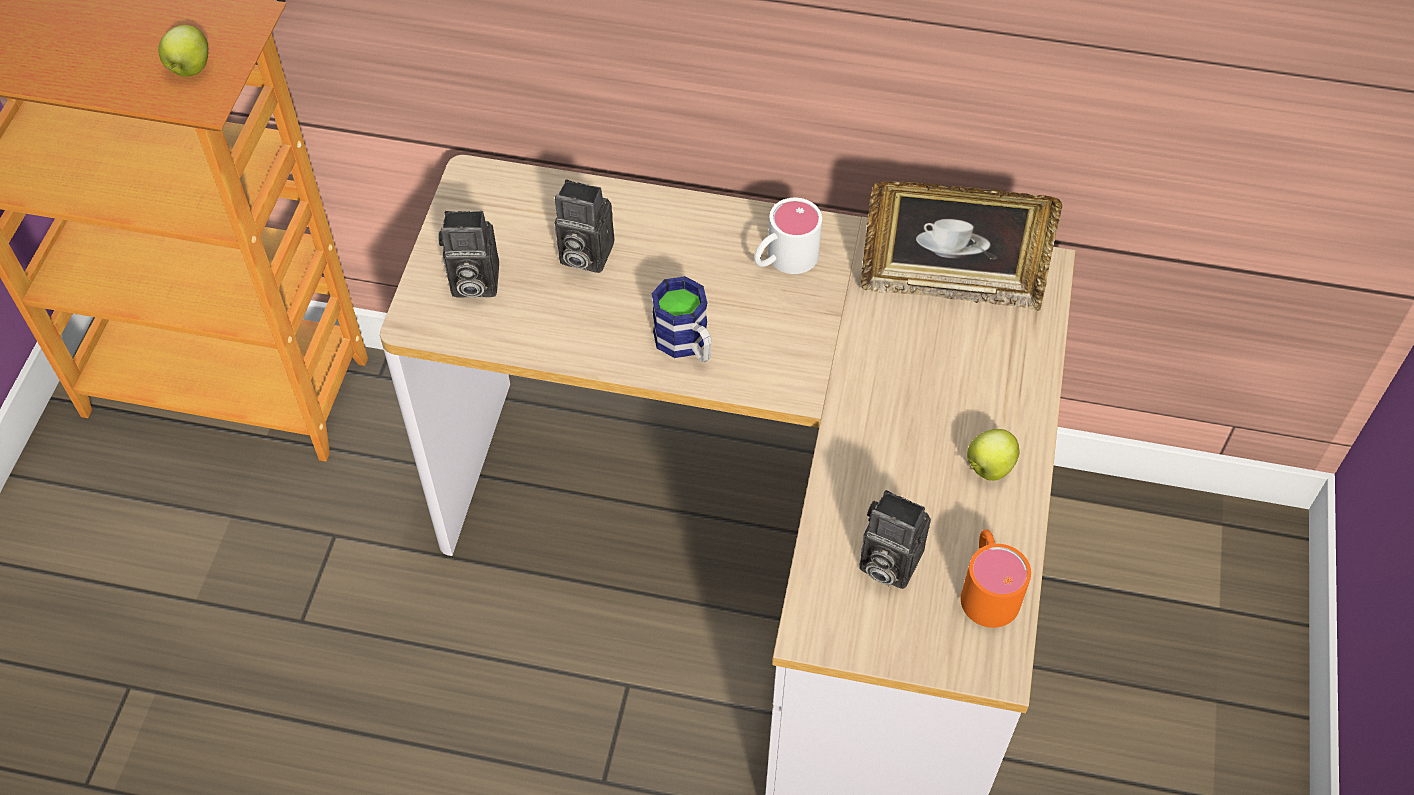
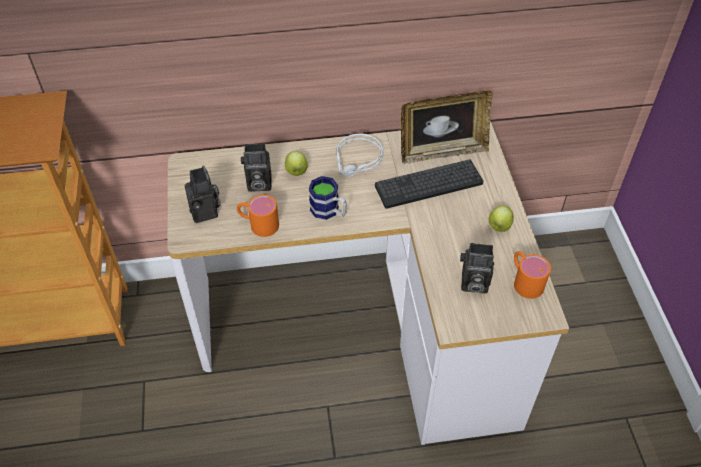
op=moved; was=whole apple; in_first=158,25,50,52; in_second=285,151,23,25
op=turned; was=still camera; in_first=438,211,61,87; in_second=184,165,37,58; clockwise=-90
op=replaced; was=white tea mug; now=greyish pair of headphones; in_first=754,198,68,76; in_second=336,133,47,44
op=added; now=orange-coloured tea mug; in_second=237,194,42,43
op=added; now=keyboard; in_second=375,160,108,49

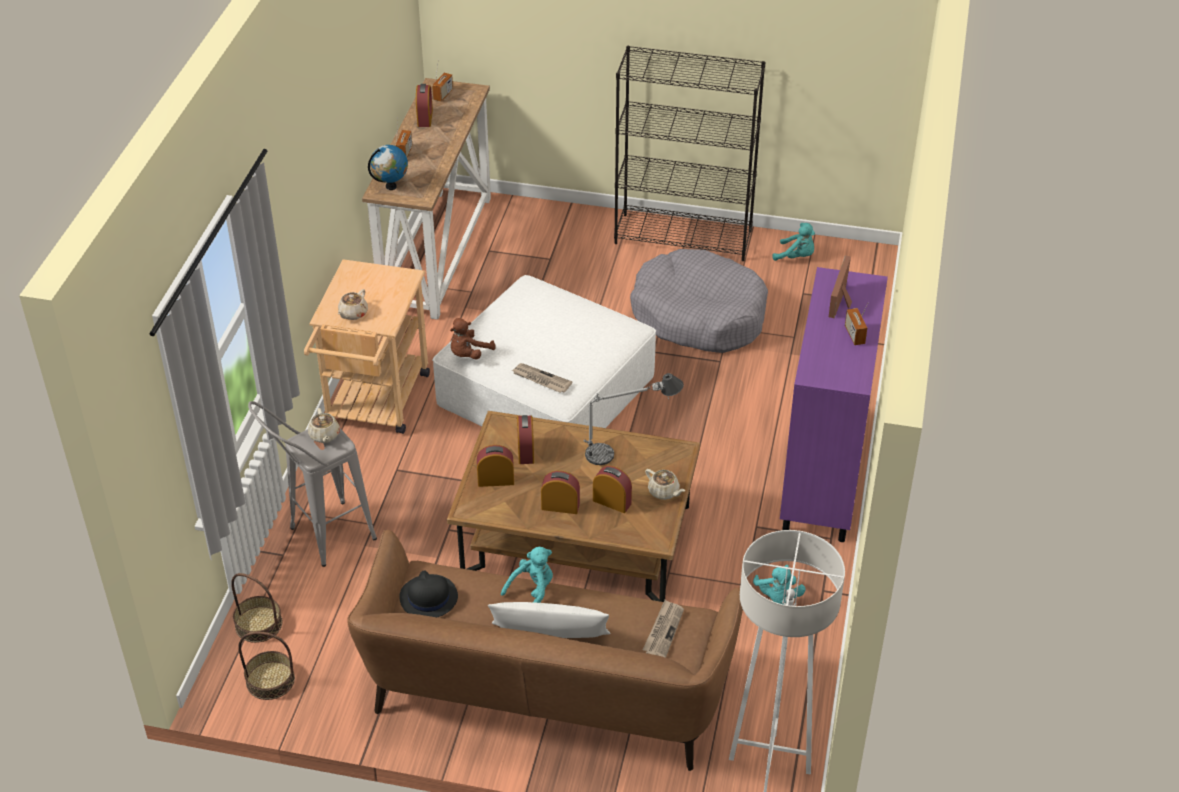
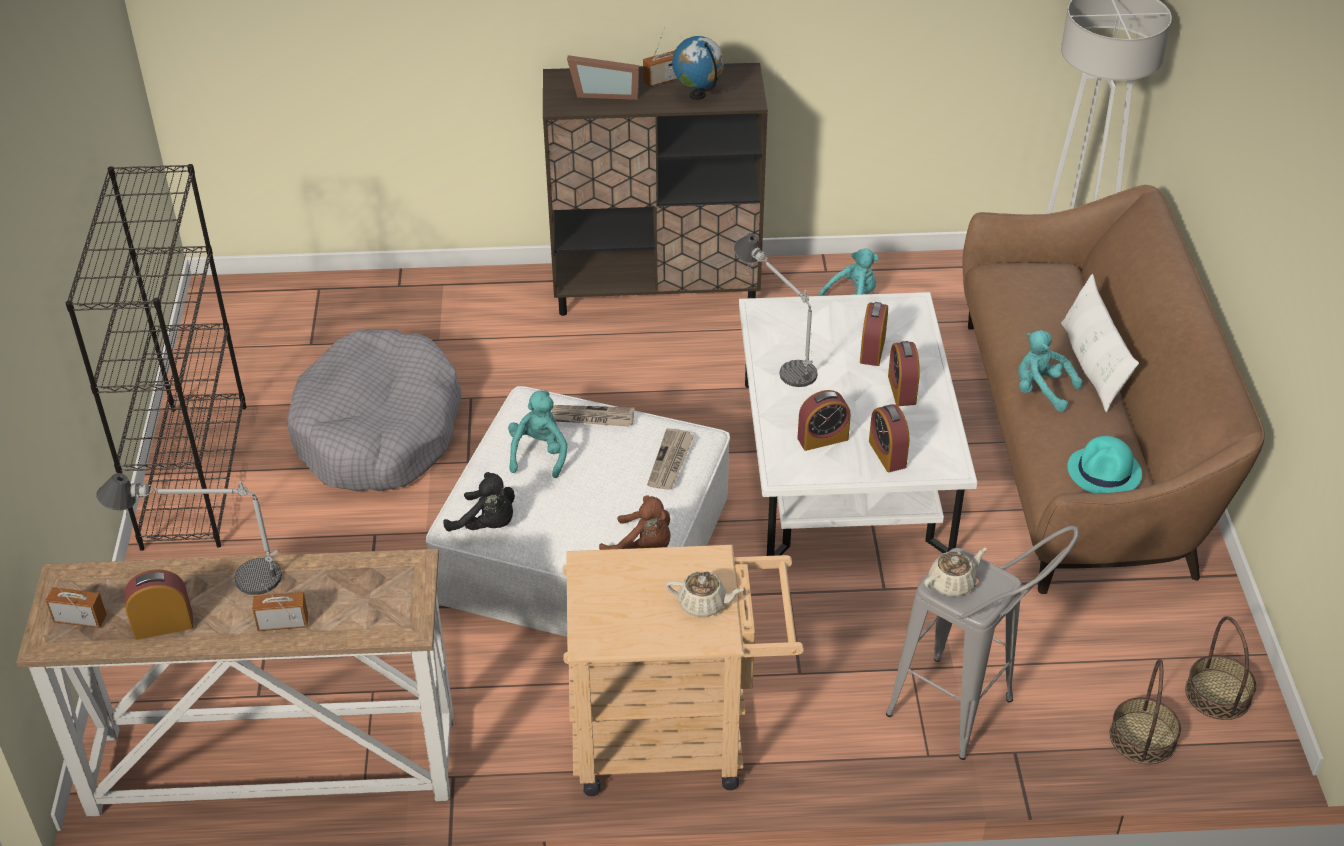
op=moved; was=world globe; in_first=368,145,40,45; in_second=672,36,52,64
op=recoloured; was=blackish hat; now=turquoise hat; in_first=399,571,59,46; in_second=1067,436,75,57
op=recoloured; was=brown-coloured coffee table; now=white coffee table; in_first=447,411,253,191; in_second=739,292,238,264
op=moved; was=printed paper; in_first=643,600,41,58; in_second=552,405,82,22
op=removed; was=beige tea pot; in_first=645,469,40,31
op=moved; was=turquoise plush toy; in_first=772,223,43,38; in_second=508,390,59,88
op=recoloured; was=purple storage cabinet; now=brown-coloured storage cabinet; in_first=780,267,108,275; in_second=543,63,225,253
op=added; now=lamp for a table; in_second=96,473,186,122
op=added; now=blackish plush toy; in_second=443,472,72,59

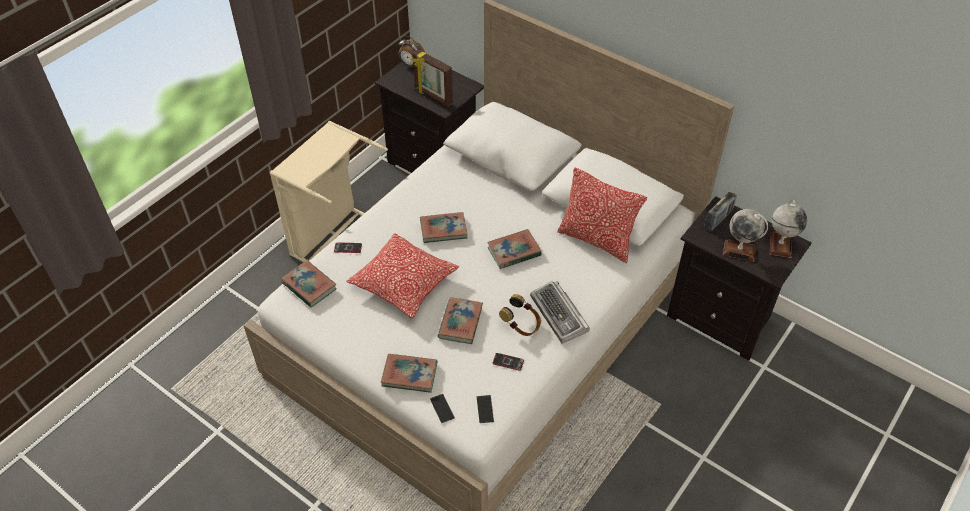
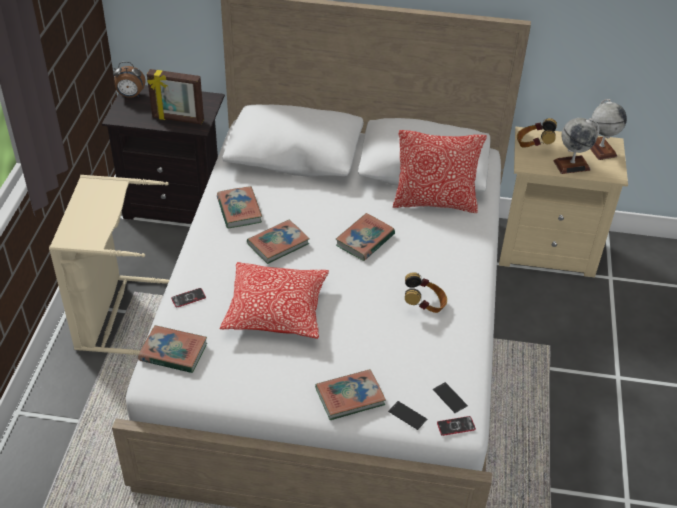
op=moved; was=bound book; in_first=438,297,45,47; in_second=217,186,45,42
op=moved; was=telephone; in_first=492,353,32,18; in_second=437,416,39,20
op=removed; was=keyboard; in_first=530,281,60,63
op=recoloured; was=blackish night table; now=beige night table; in_first=667,196,145,165; in_second=499,127,129,150
op=replaced; was=radio receiver; now=pair of headphones; in_first=704,192,33,39; in_second=517,118,40,29

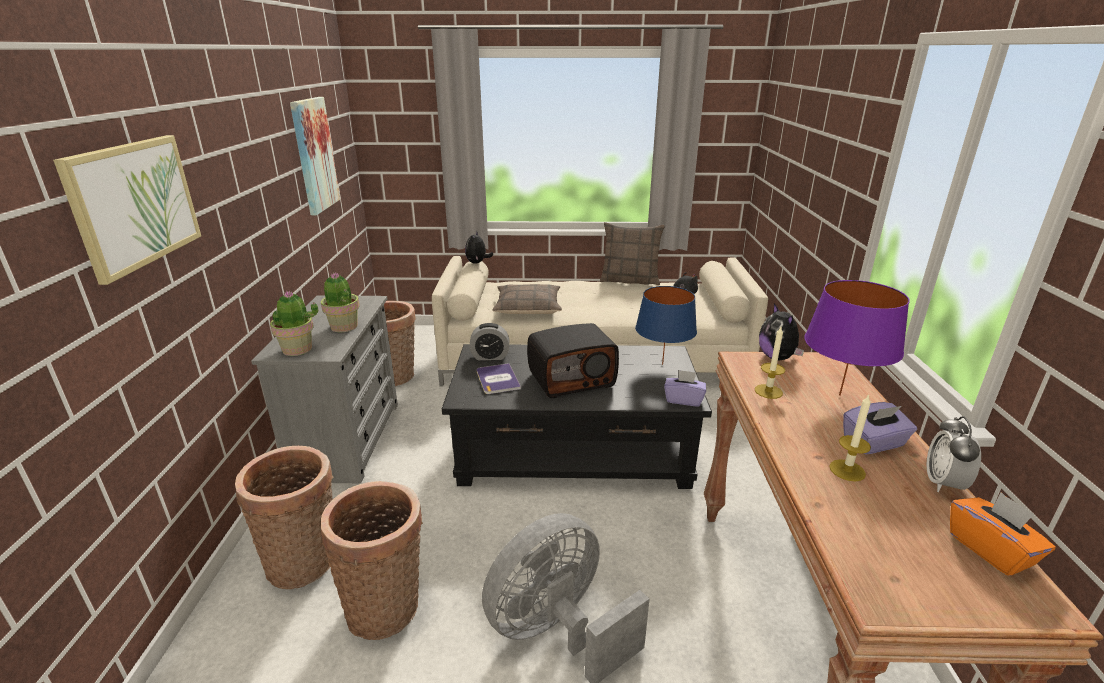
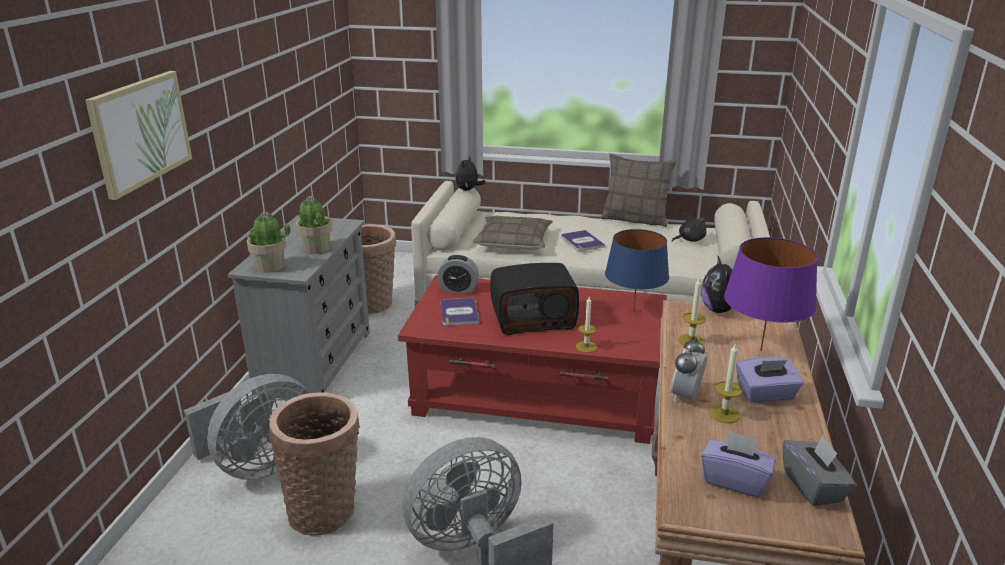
op=replaced; was=basket; now=greyish cooling fan; in_first=235,446,98,143; in_second=184,374,125,106
op=removed; was=wall art; in_first=290,97,50,118
op=recoloured; was=blackish coffee table; now=red coffee table; in_first=442,344,270,145; in_second=398,275,269,169
op=moved; was=purple box of tissues; in_first=664,370,42,37; in_second=701,431,74,67
op=moved; was=alarm clock; in_first=927,416,54,76; in_second=671,337,36,64
op=recoloured; was=orange-coloured box of tissues; now=greyish box of tissues; in_first=950,492,106,84; in_second=783,435,73,71
op=added; now=bound book; in_second=561,230,44,21
op=added; now=wax candle; in_second=576,297,21,56

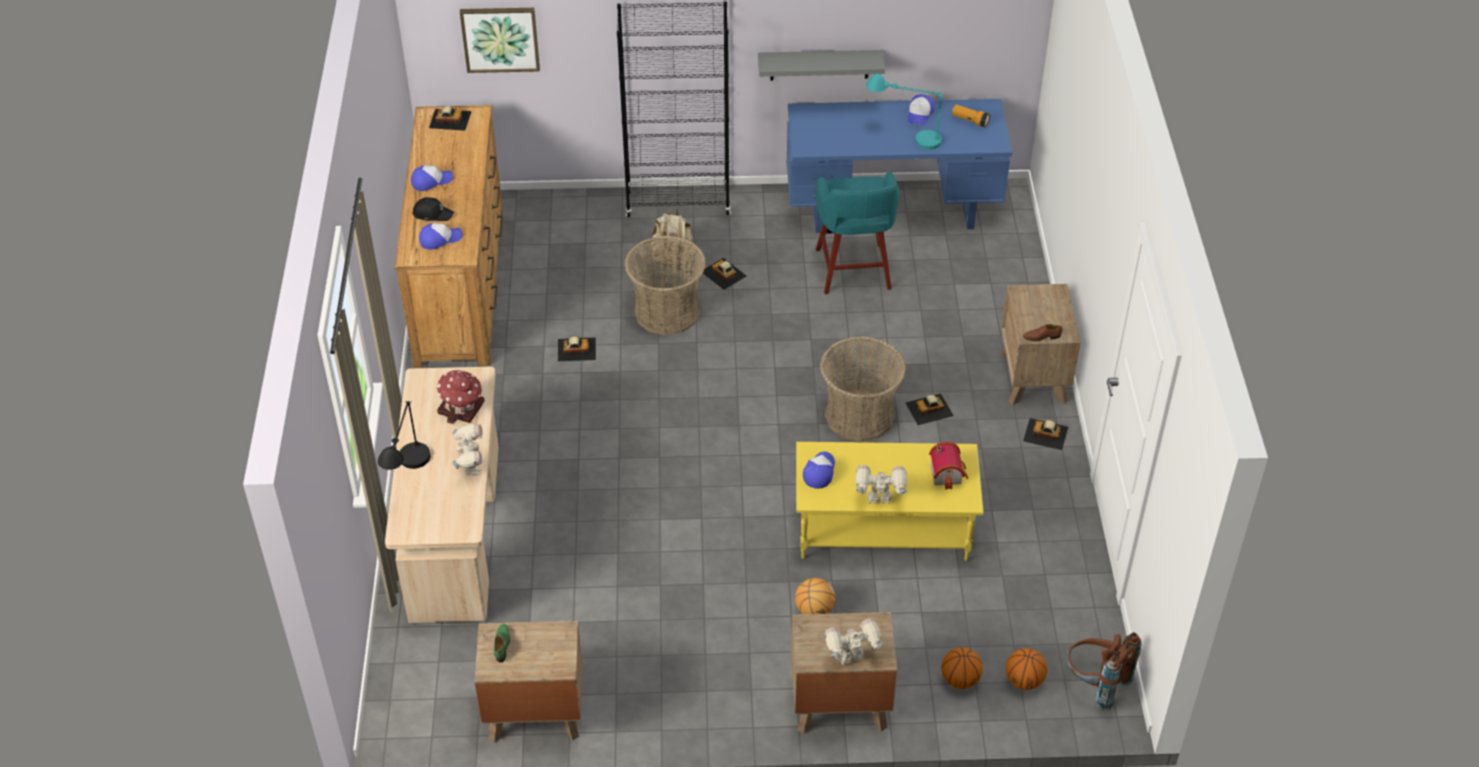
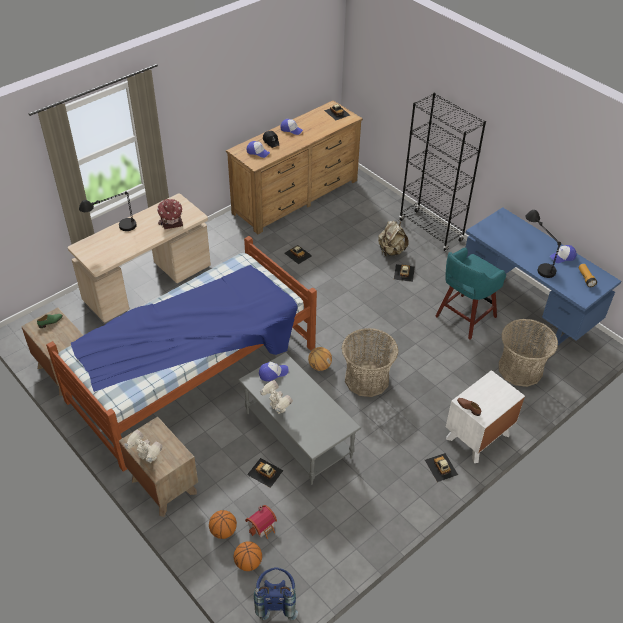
op=removed; was=robot figure; in_first=452,424,31,52
op=removed; was=wall art; in_first=460,8,80,65
op=moved; was=basket; in_first=625,236,81,99; in_second=499,319,59,68
op=removed; was=greyish shelf; in_first=758,50,127,31
op=moved; was=basketball; in_first=795,578,41,36; in_second=308,347,24,24
op=recoloured; was=yellow-coloured coffee table; now=greyish coffee table; in_first=796,442,188,119; in_second=238,352,123,133
op=recoloured; was=turquoise lamp for a table; now=blackish lamp for a table; in_first=866,74,77,76; in_second=525,210,36,68
op=moved; was=miniature car; in_first=906,394,48,31; in_second=247,458,37,30
op=moved; was=toy house; in_first=929,442,39,48; in_second=245,505,32,34
op=recoloured; was=brown-coloured night table; now=white night table; in_first=1000,284,81,121; in_second=446,370,79,93
op=recoloured; was=brown-coloured knapsack; now=bluish knapsack; in_first=1067,632,75,79; in_second=254,567,44,53
op=added; now=sleeping bed; in_second=46,236,271,236

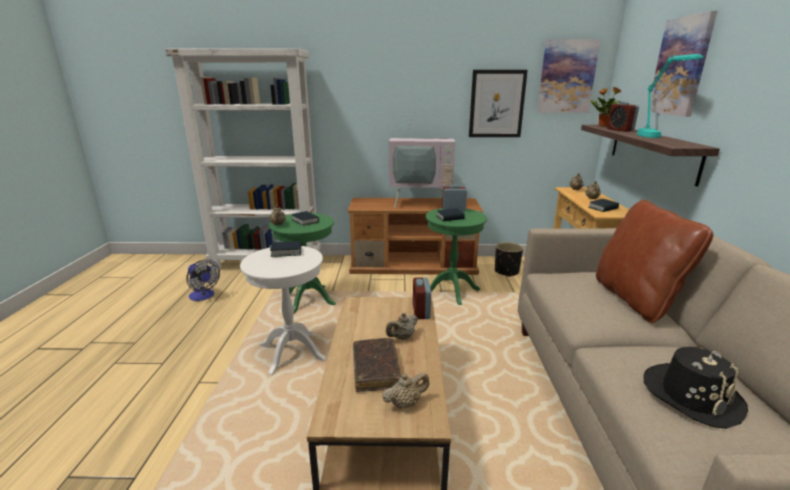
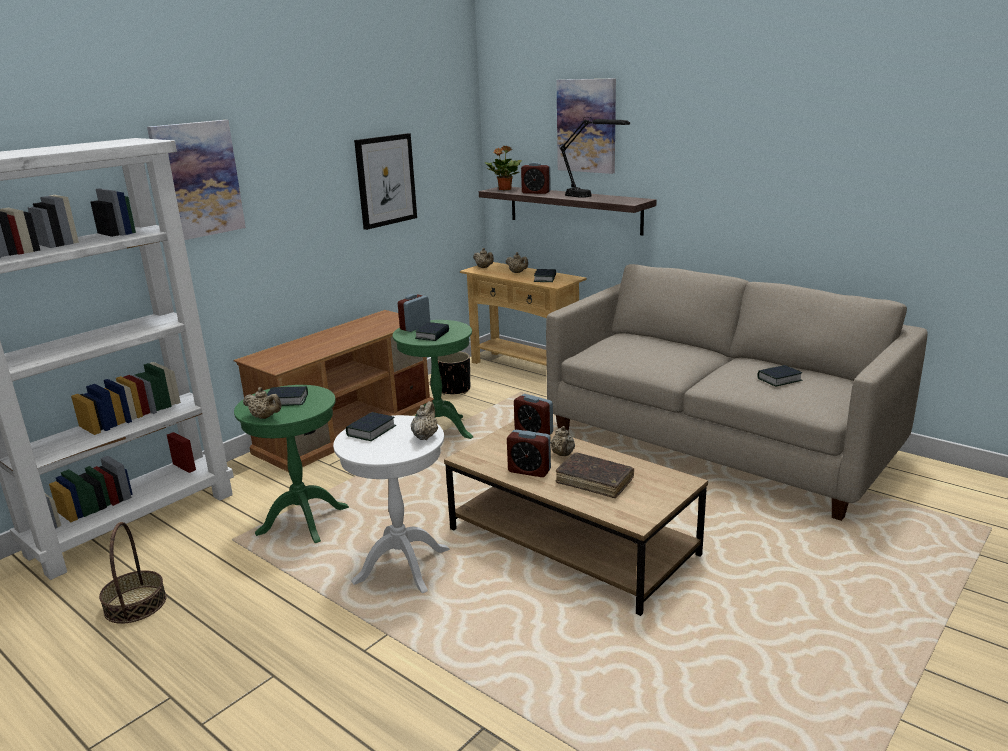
op=replaced; was=cooling fan; now=basket; in_first=186,259,34,42; in_second=99,522,67,102
op=moved; was=beige tea pot; in_first=382,373,48,36; in_second=411,401,27,39
op=removed; was=TV; in_first=389,112,66,96
op=moved; was=wall art; in_first=537,39,64,74; in_second=147,120,99,120
op=removed; was=brown-coloured throw pillow; in_first=596,200,118,123
op=recoloured; was=turquoise lamp for a table; now=blackish lamp for a table; in_first=636,54,67,84; in_second=560,117,70,81
op=replaced; was=blackish hat; now=bound book; in_first=643,347,105,82; in_second=758,365,45,22
op=added; now=alarm clock; in_second=507,430,44,47

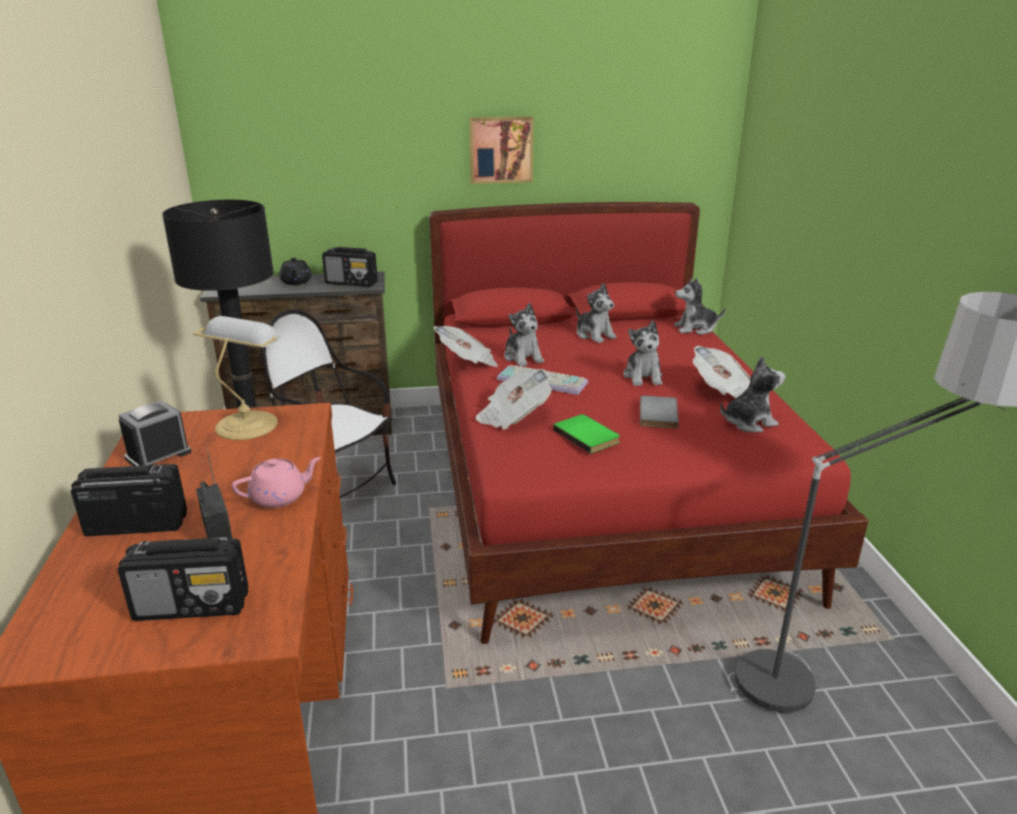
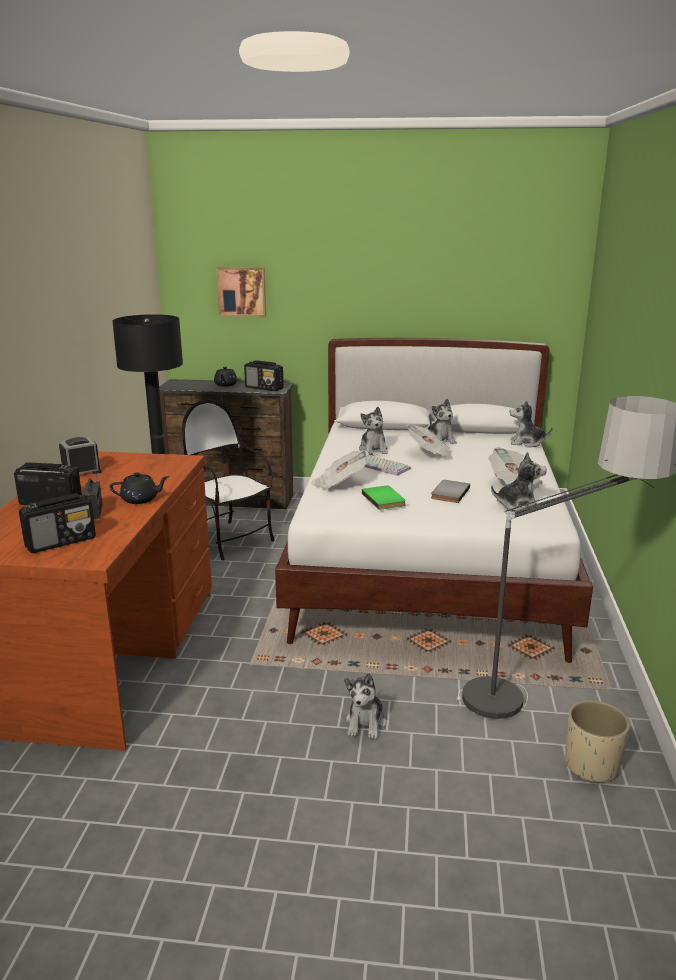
op=turned; was=radio receiver; in_first=118,537,130,84; in_second=19,493,77,60; clockwise=-45
op=removed; was=lamp for a table; in_first=193,316,89,124
op=recoloured; was=pinkish tea pot; now=blackish tea pot; in_first=232,457,89,51; in_second=110,472,59,32
op=recoloured; was=red sleeping bed; now=white sleeping bed; in_first=429,202,440,442; in_second=275,338,318,325
op=moved; was=printed paper; in_first=434,326,64,41; in_second=406,424,47,35
op=moved; was=wall art; in_first=469,116,64,68; in_second=216,267,50,50
op=moved; was=plush toy; in_first=623,320,40,66; in_second=344,673,42,67
op=added; now=beige planter; in_second=565,700,65,83

